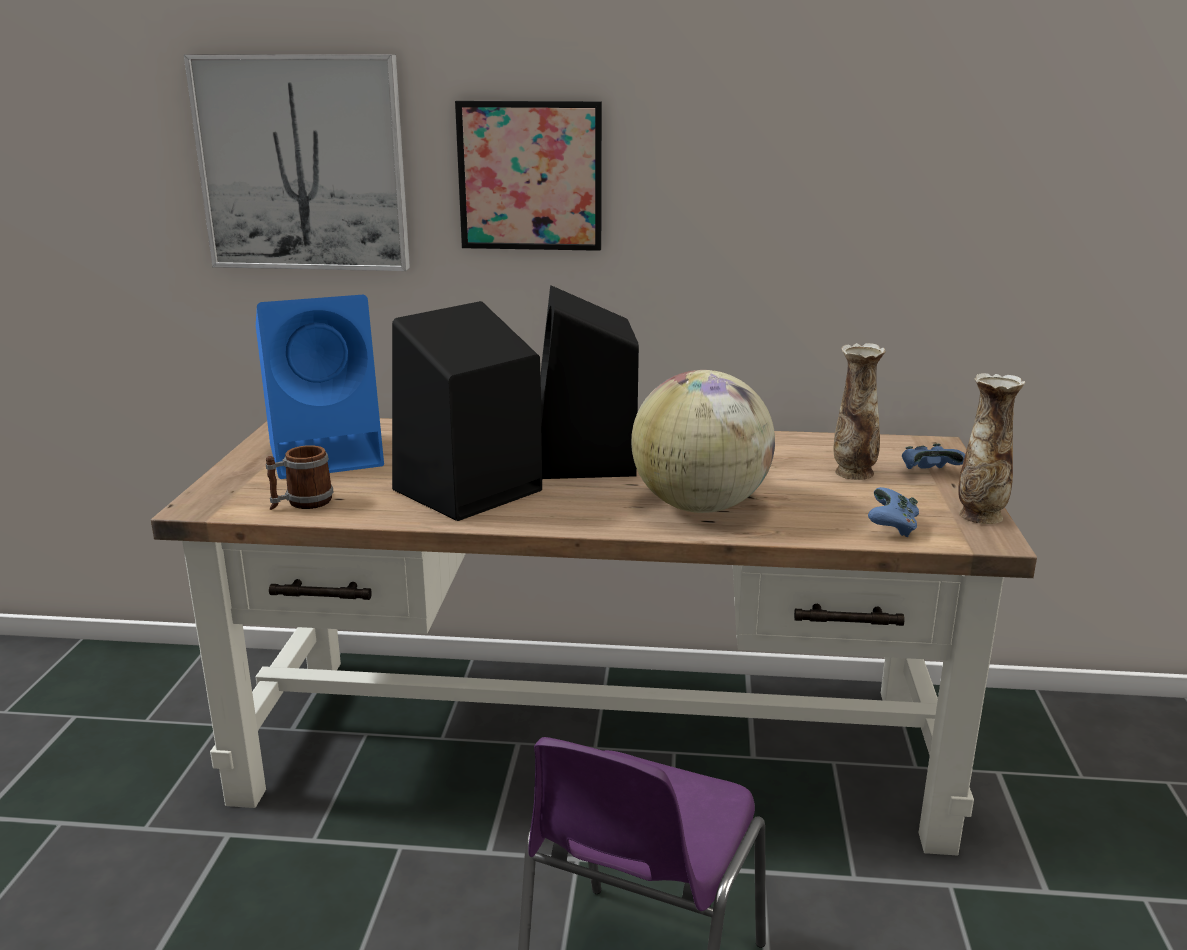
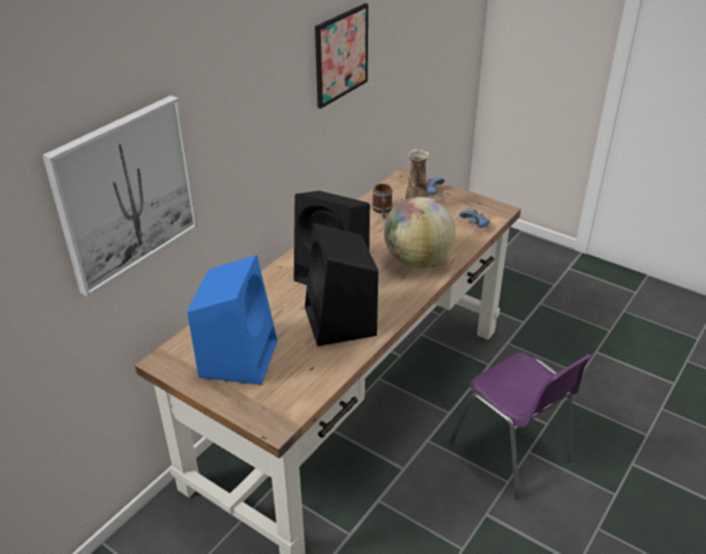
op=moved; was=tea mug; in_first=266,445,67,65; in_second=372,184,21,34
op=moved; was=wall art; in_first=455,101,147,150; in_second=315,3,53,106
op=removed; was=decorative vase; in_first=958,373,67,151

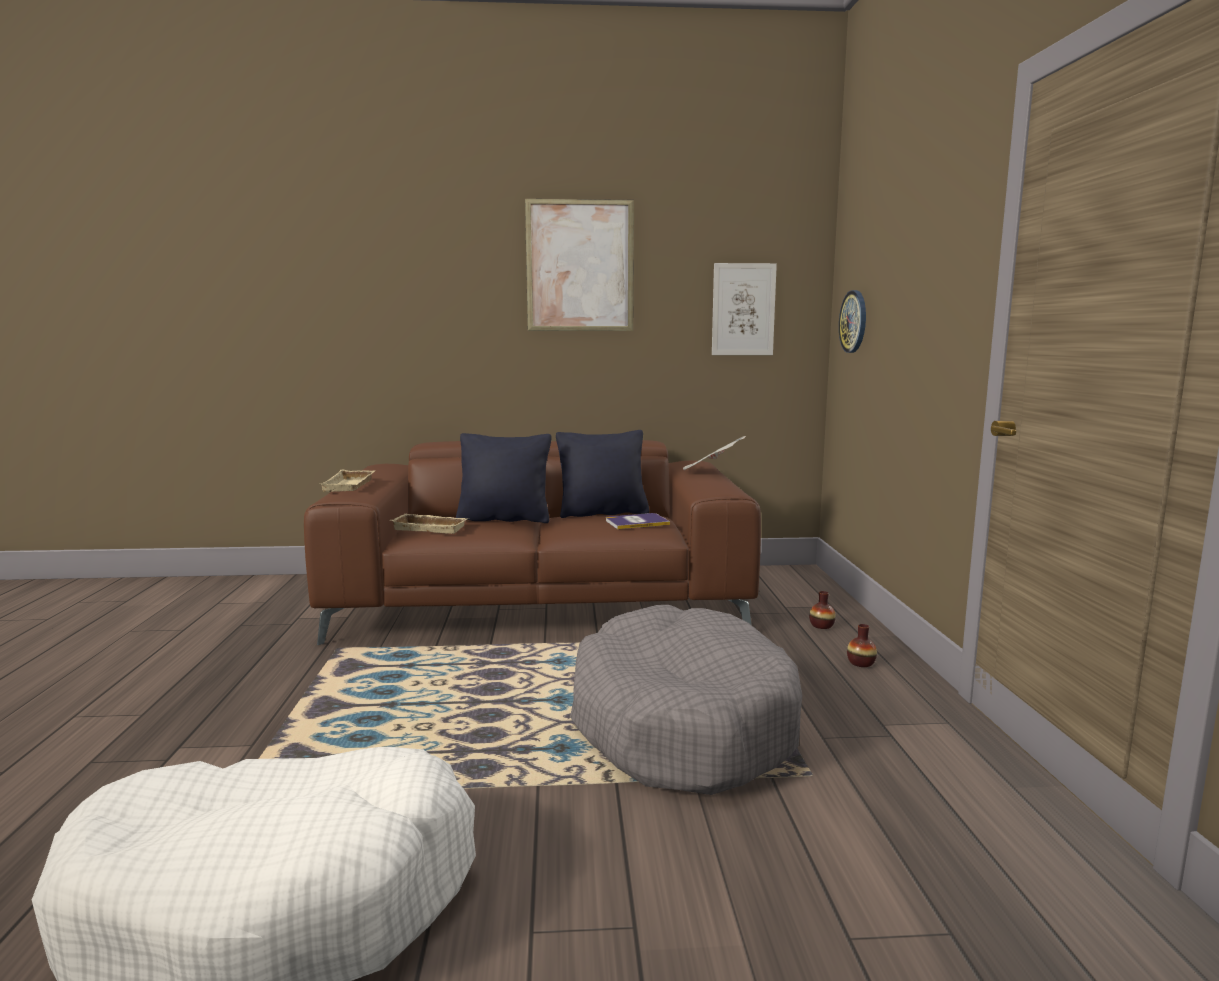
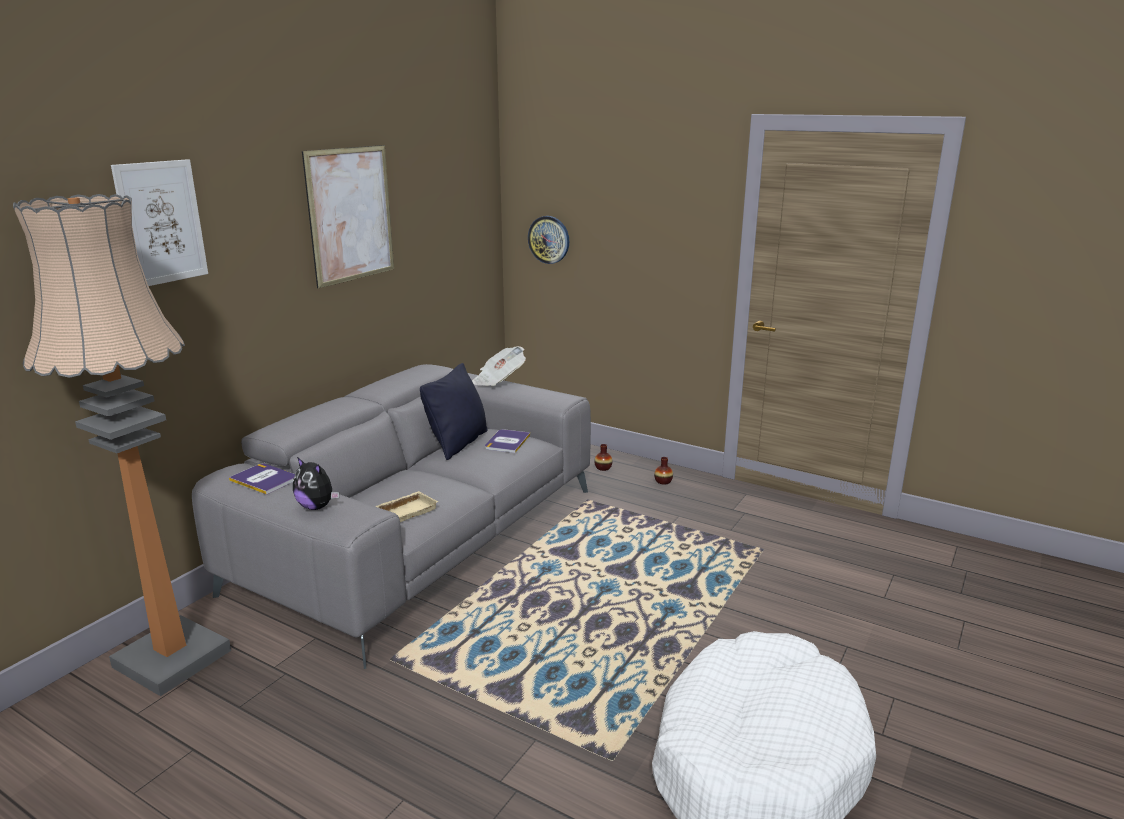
op=recoloured; was=brown-coloured couch; now=greyish couch; in_first=304,440,457,205; in_second=192,364,399,305
op=replaced; was=beige carrying tray; now=plush toy; in_first=320,470,55,22; in_second=293,457,46,53
op=removed; was=blackish throw pillow; in_first=456,433,96,90
op=removed; was=greyish pet bed; in_first=570,605,232,190
op=moved; was=wall art; in_first=712,263,65,92; in_second=111,159,97,127
op=added; now=standing lamp; in_second=13,194,218,502
op=added; now=bound book; in_second=229,464,66,31

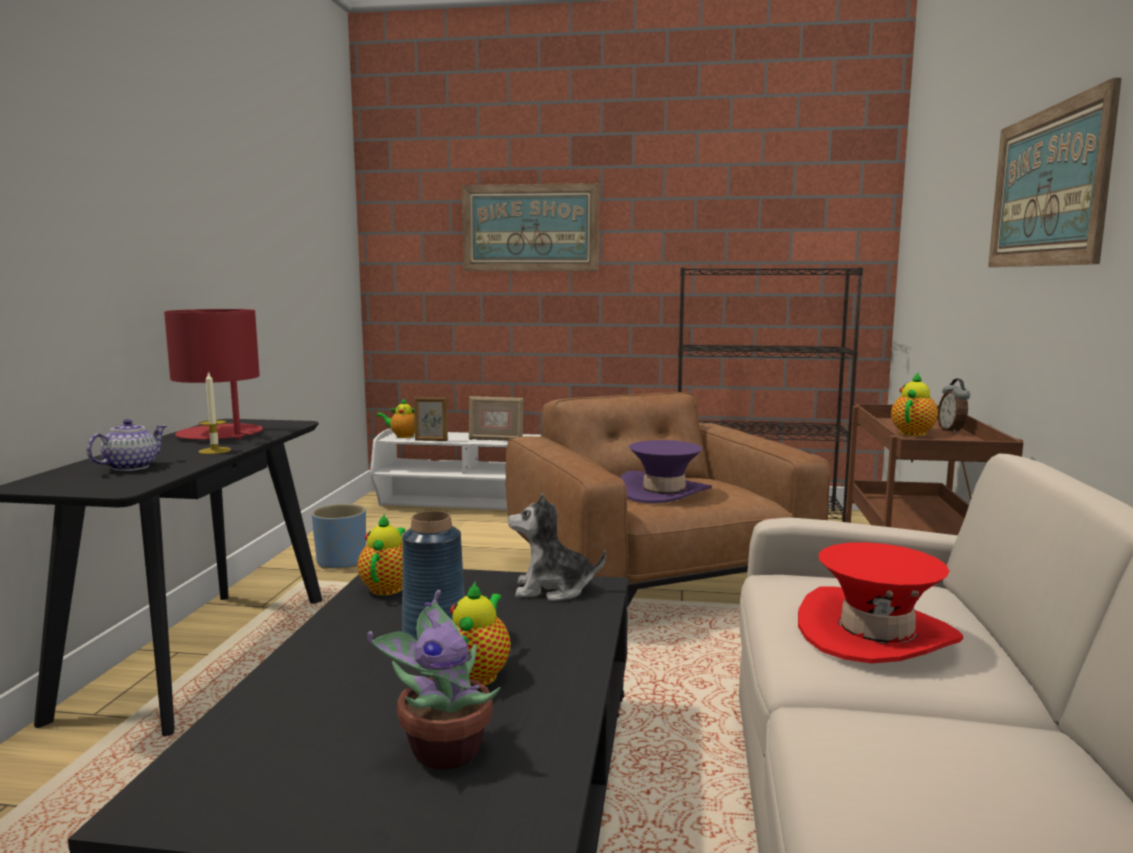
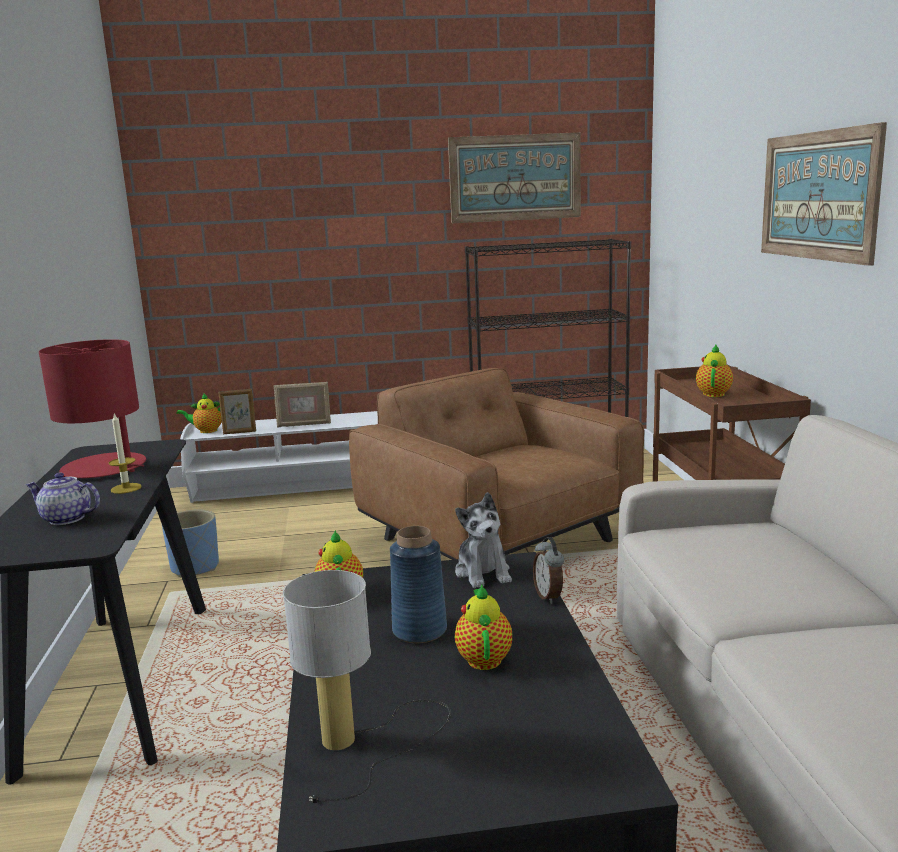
op=turned; was=tea pot; in_first=86,419,81,52; in_second=25,473,75,52; clockwise=-90
op=removed; was=houseplant; in_first=367,590,134,180
op=moved; was=wall art; in_first=462,183,137,88; in_second=448,132,133,91
op=turned; was=plush toy; in_first=508,492,98,109; in_second=455,492,57,96; clockwise=-90
op=removed; was=purple hat; in_first=620,440,92,63
op=removed; was=red hat; in_first=798,542,165,122
op=moved; was=alarm clock; in_first=938,379,32,55; in_second=533,537,31,67
op=added; now=lamp for a table; in_second=283,570,168,233

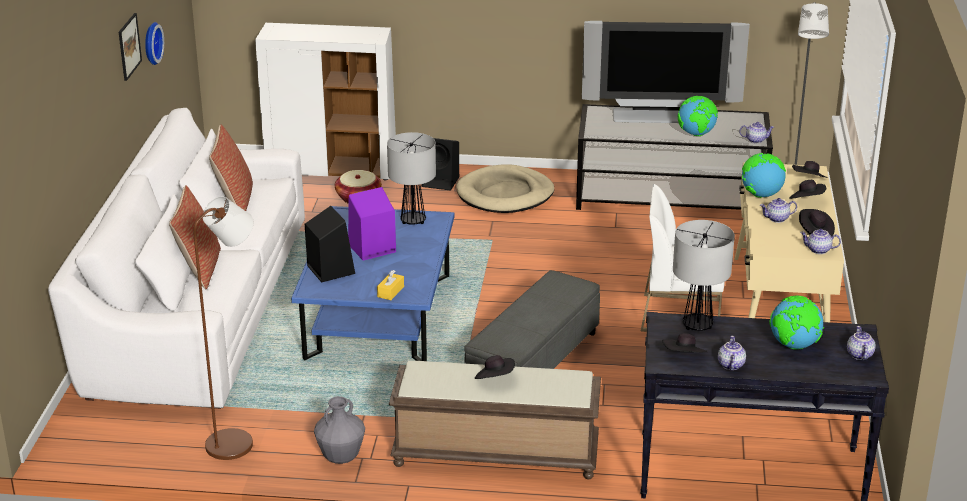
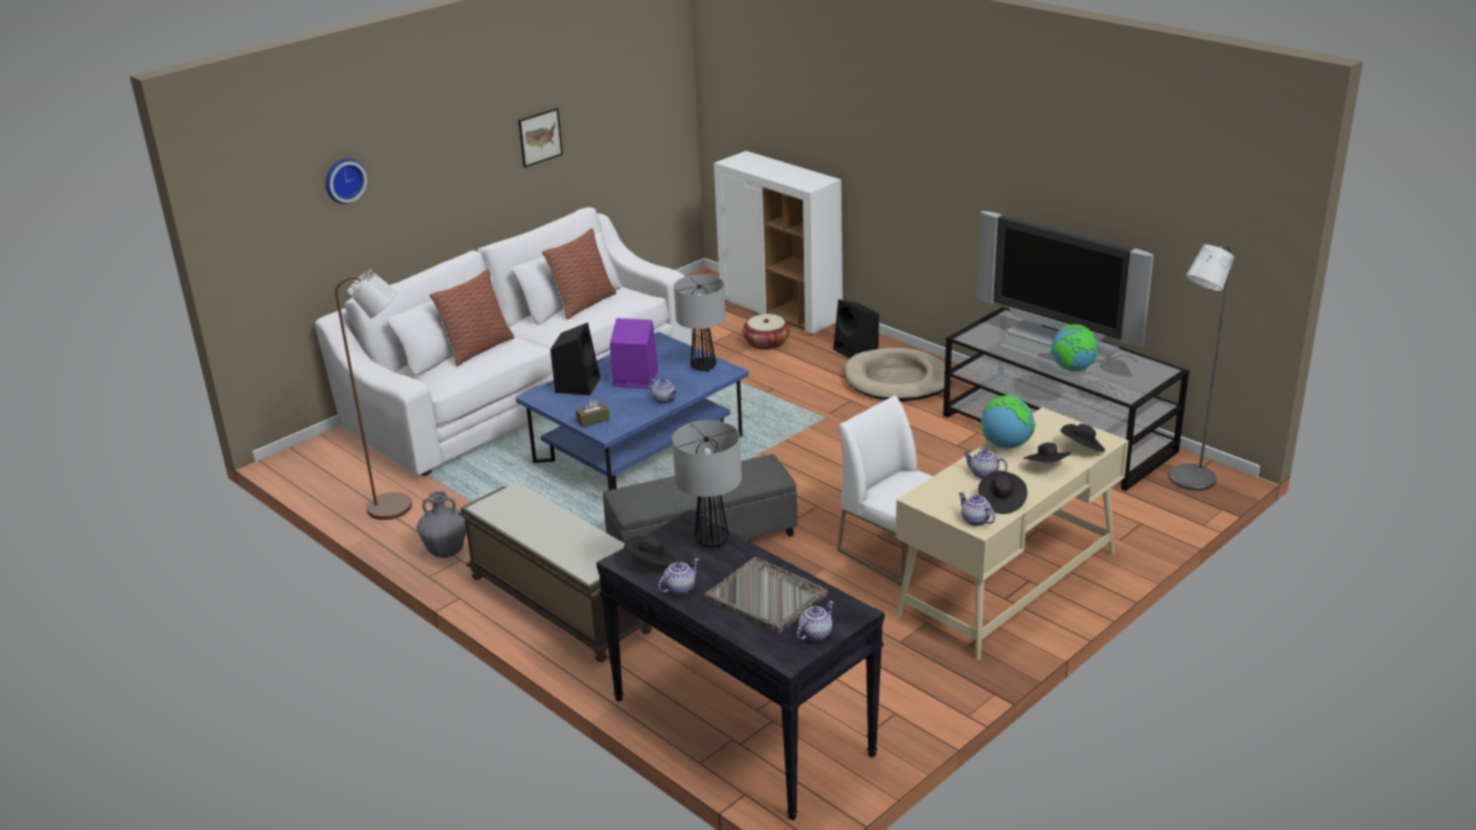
op=moved; was=hanging clock; in_first=145,22,19,43; in_second=326,158,41,46
op=recoloured; was=yellow-coloured box of tissues; now=brown-coloured box of tissues; in_first=377,270,27,30; in_second=576,399,34,28
op=removed; was=blackish hat; in_first=475,355,40,24
op=moved; was=tea pot; in_first=739,122,35,21; in_second=648,379,30,25
op=replaced; was=world globe; now=greyish carrying tray; in_first=769,296,55,54; in_second=704,557,124,76

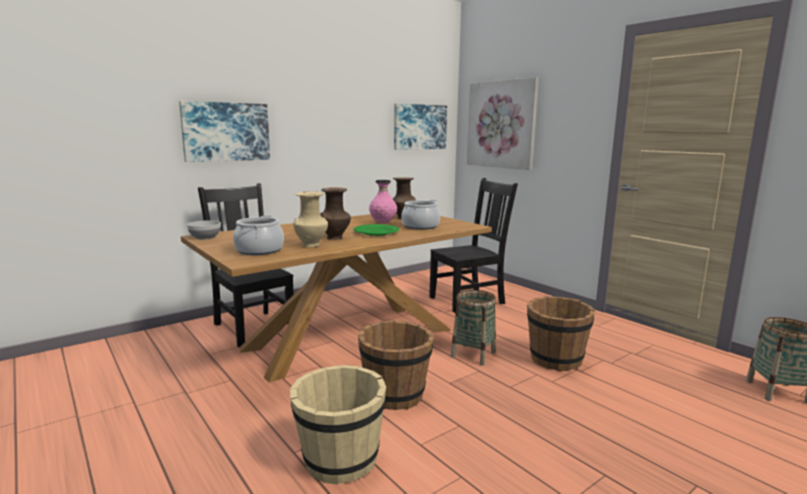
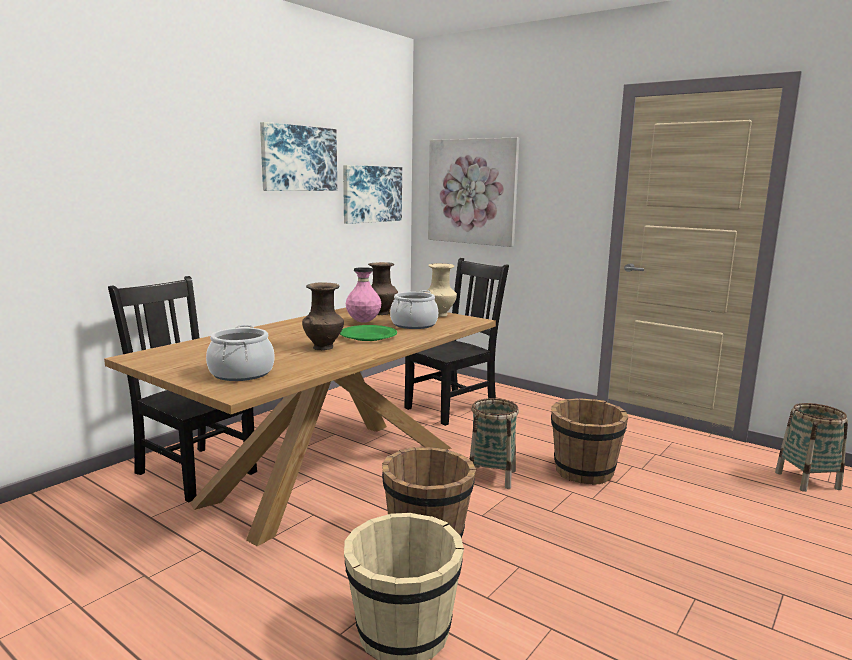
op=moved; was=wall art; in_first=179,101,91,61; in_second=260,122,77,69
op=removed; was=bowl; in_first=187,220,34,19
op=moved; was=beige decorative vase; in_first=293,191,35,56; in_second=425,263,32,54

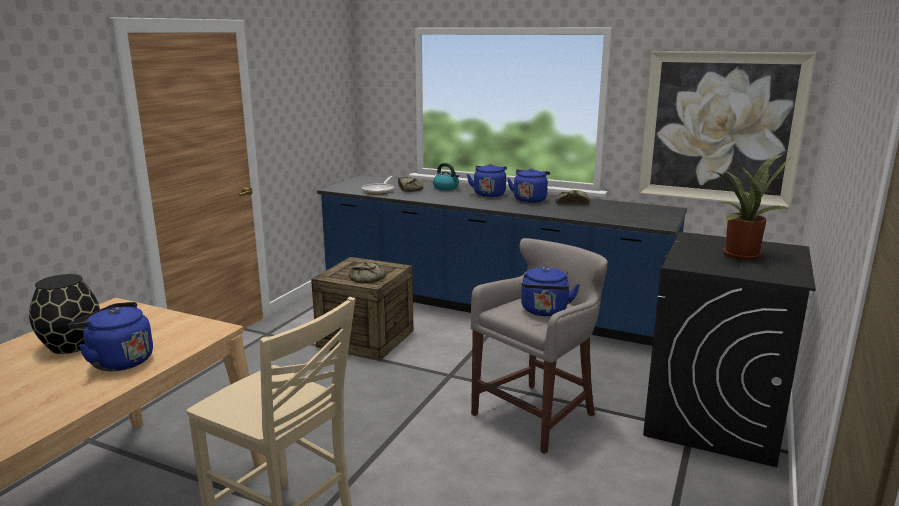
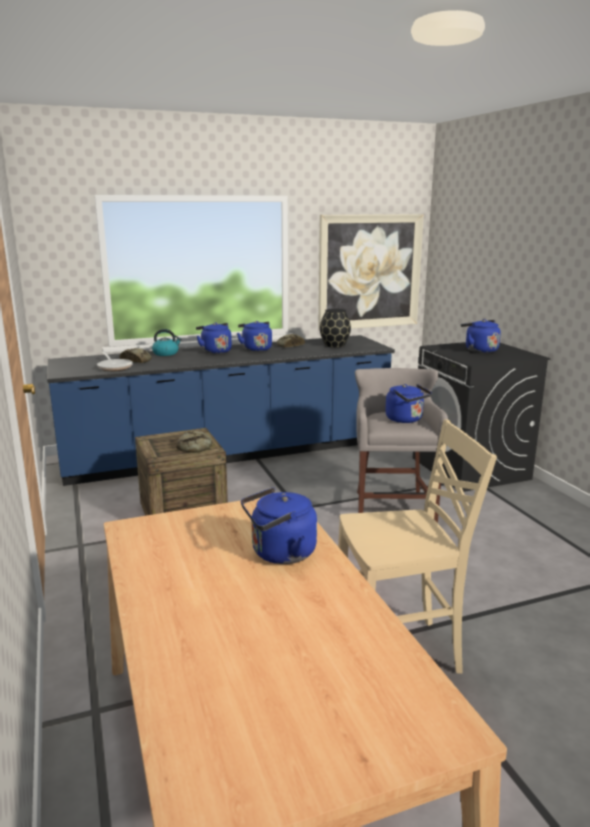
op=moved; was=blackish decorative vase; in_first=29,274,71,80; in_second=320,309,31,38
op=replaced; was=houseplant; now=bluish tea kettle; in_first=709,154,82,106; in_second=461,319,40,34

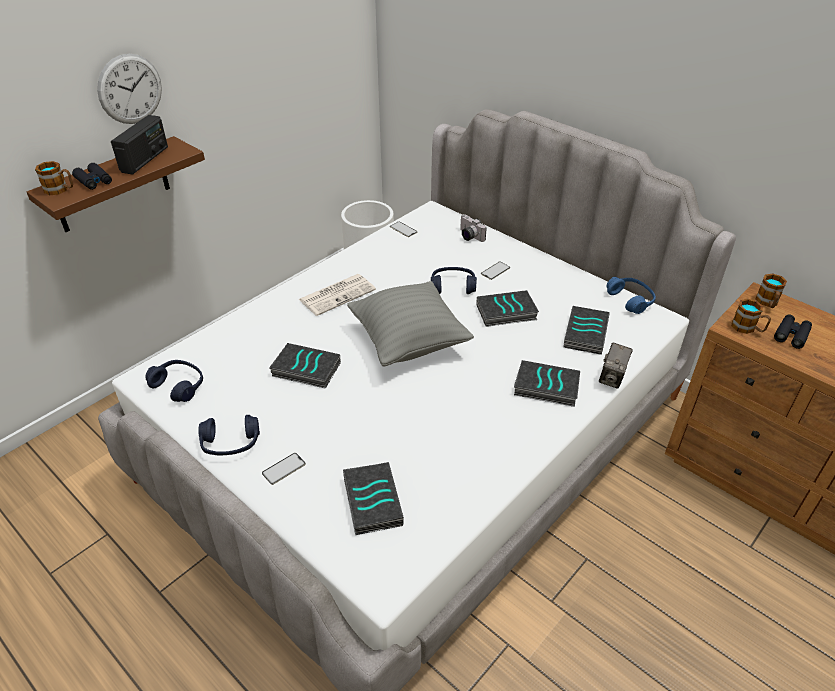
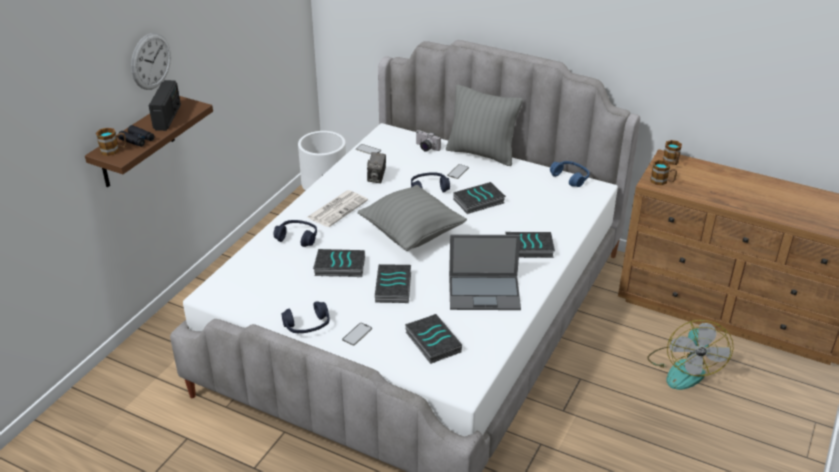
op=moved; was=bluish pair of headphones; in_first=145,360,58,42; in_second=274,220,43,27
op=moved; was=bound book; in_first=563,306,47,49; in_second=375,264,36,39
op=moved; was=still camera; in_first=599,343,34,46; in_second=367,152,19,31
op=removed; was=blackish field glasses; in_first=774,315,38,34
op=added; now=greyish throw pillow; in_second=446,84,77,82
op=added; now=notebook computer; in_second=449,235,72,75
op=added; now=cooling fan; in_second=647,320,87,70

